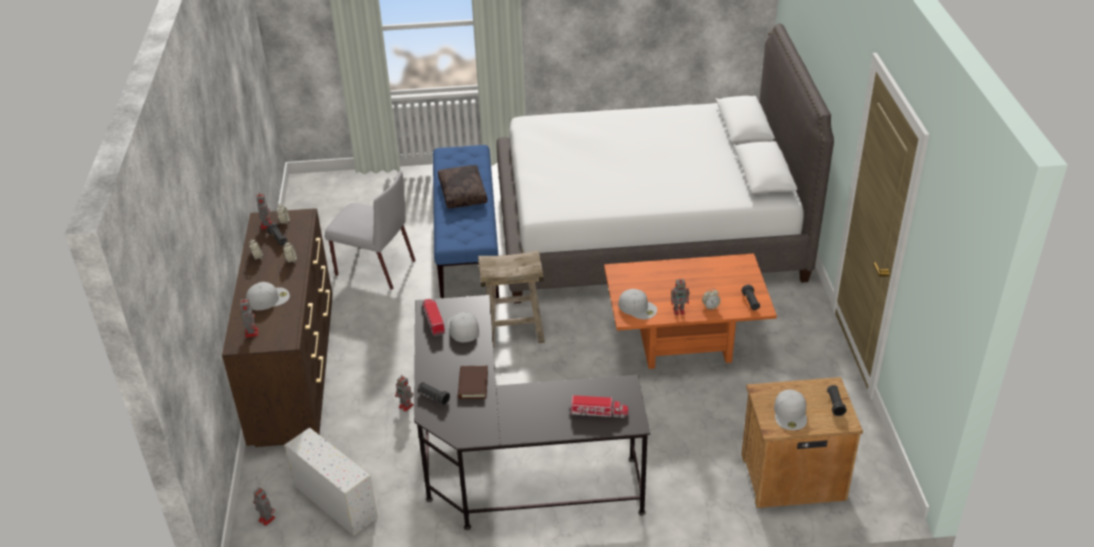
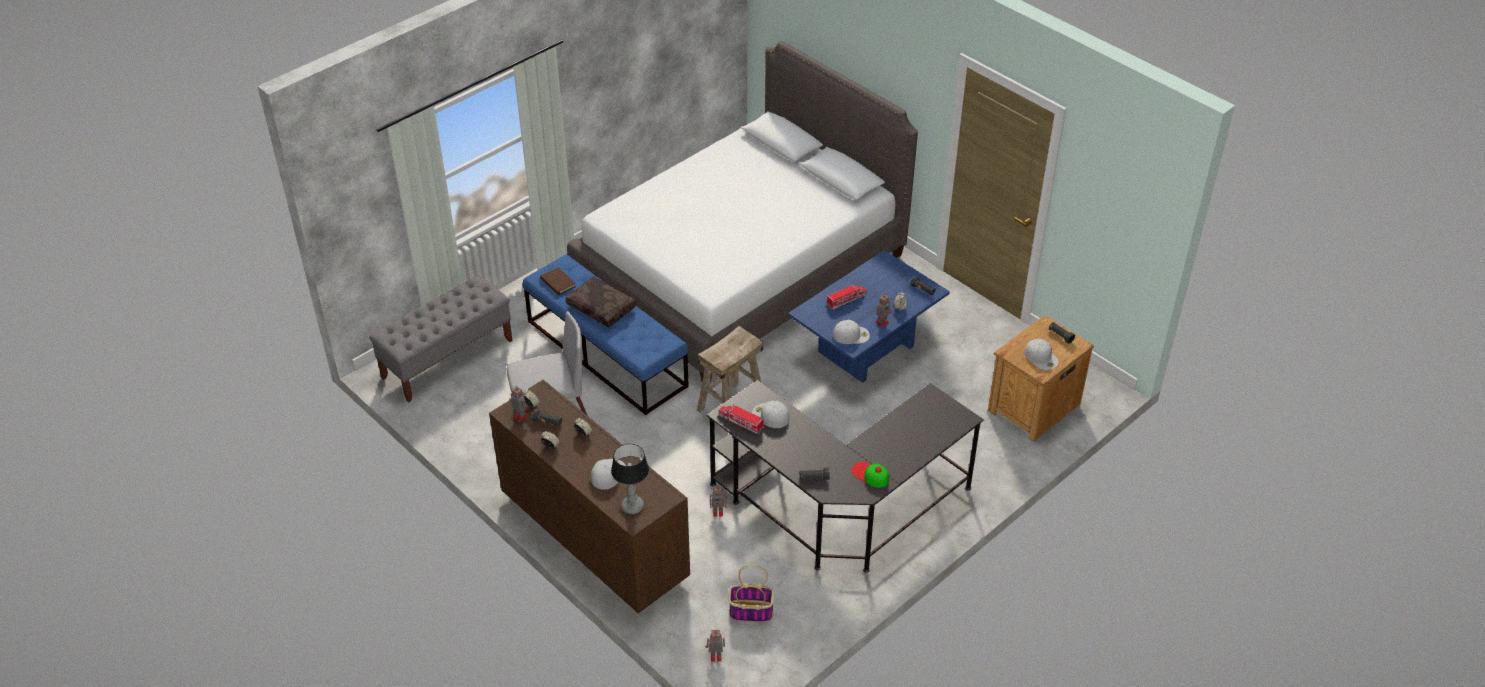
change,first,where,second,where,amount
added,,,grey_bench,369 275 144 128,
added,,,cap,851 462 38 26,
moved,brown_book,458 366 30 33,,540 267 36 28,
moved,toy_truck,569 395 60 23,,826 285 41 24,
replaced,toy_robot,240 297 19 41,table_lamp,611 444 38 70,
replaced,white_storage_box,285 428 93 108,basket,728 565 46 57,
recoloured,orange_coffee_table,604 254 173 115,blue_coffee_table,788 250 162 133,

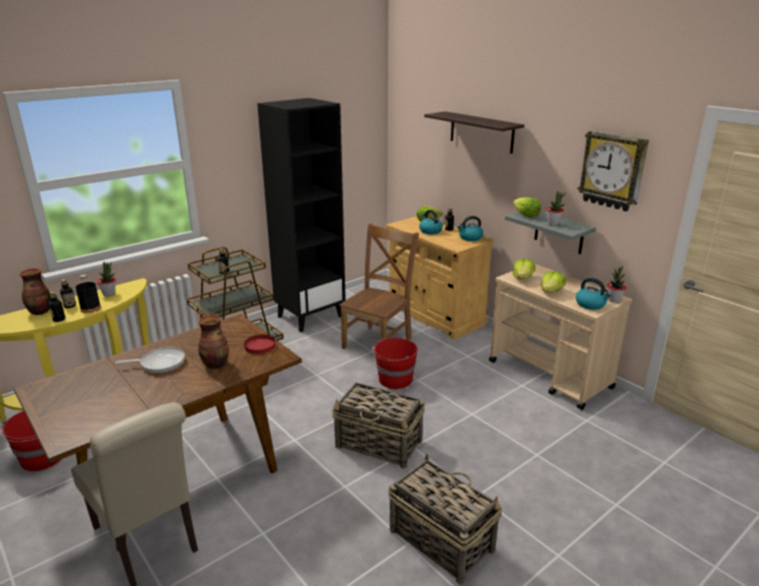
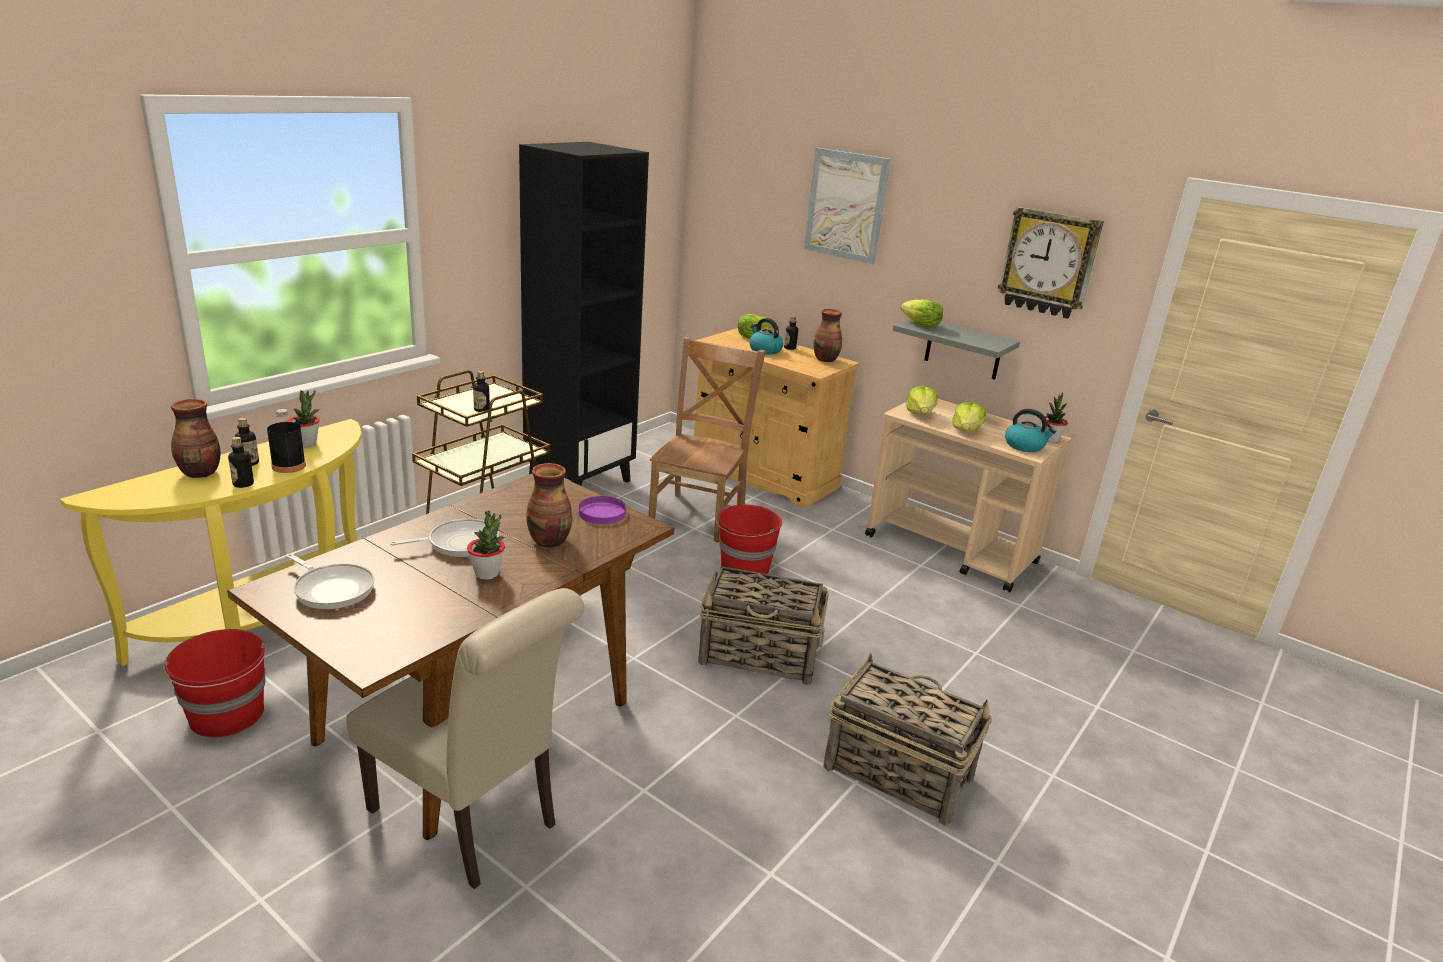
change,first,where,second,where,amount
added,,,frying_pan,286 553 89 57,
moved,potted_plant,546 191 20 34,,467 510 38 70,
replaced,shelf,424 111 100 43,picture,804 148 87 116,
replaced,kettle,457 216 26 25,vase,814 309 28 53,
recoloured,red_plate,244 335 32 19,purple_plate,579 496 47 28,

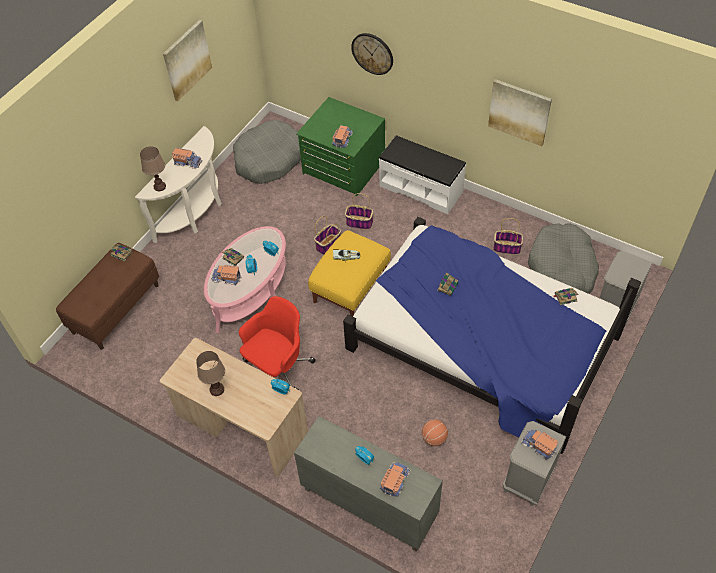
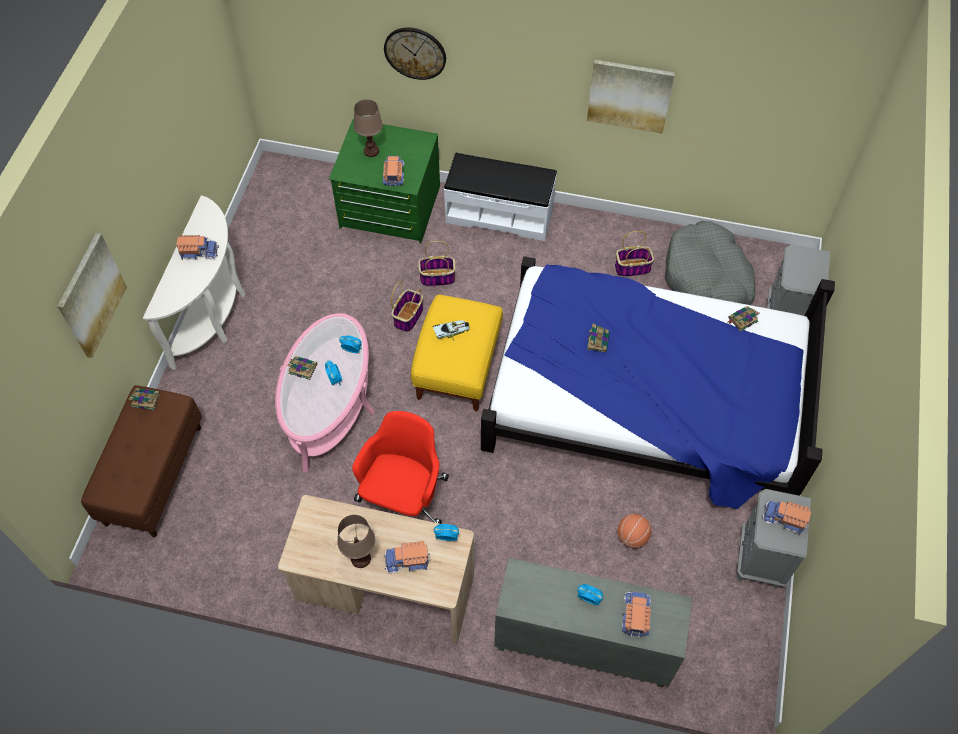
change,first,where,second,where,amount
removed,grey_dog_bed,233 120 68 64,,,
moved,brown_table_lamp,140 147 26 44,,353 100 30 57,
moved,picture,163 20 49 81,,57 233 70 125,
moved,toy_truck,211 265 31 20,,384 541 46 32,

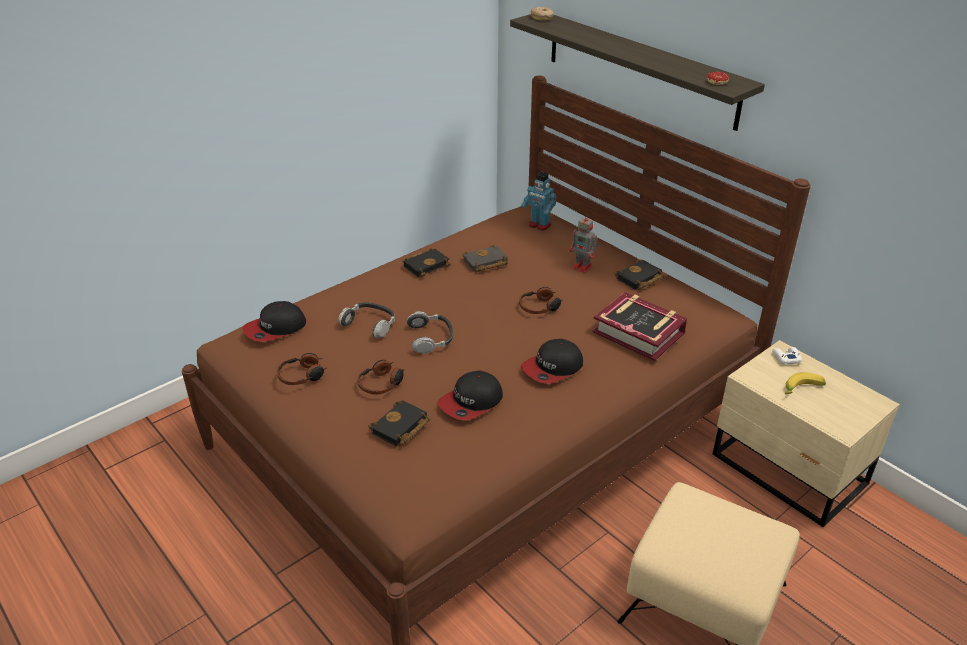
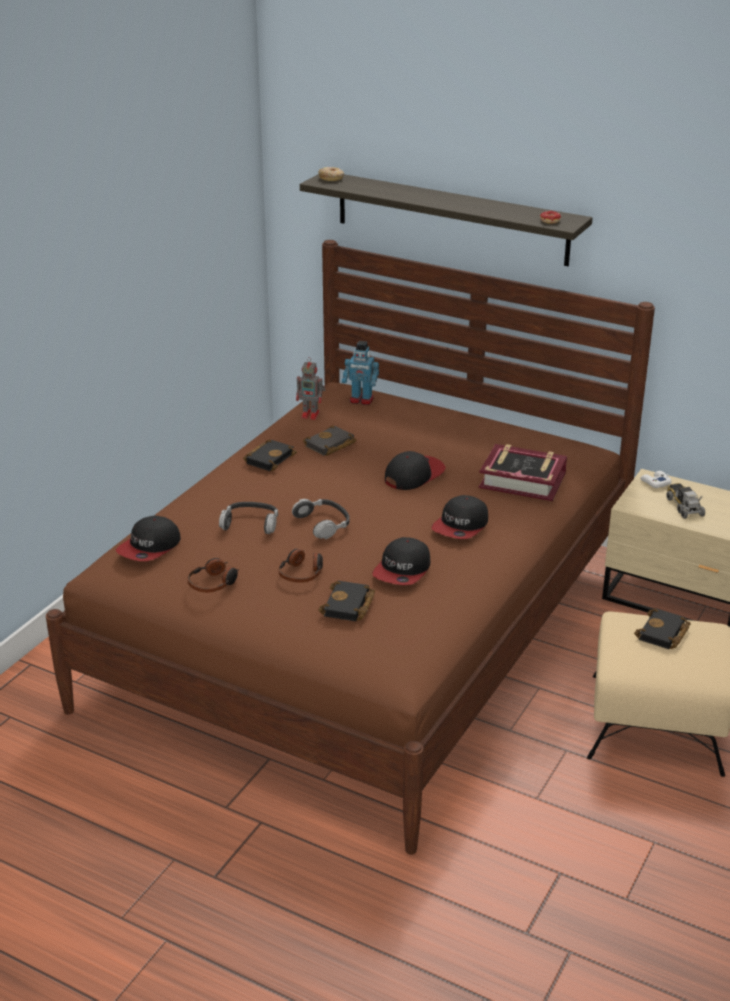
change,first,where,second,where,amount
moved,toy_robot,570 213 29 60,,296 357 30 63,
moved,black_book,614 260 50 30,,634 608 57 41,
replaced,headphones,519 287 44 27,cap,385 451 61 39,
replaced,banana,784 372 42 22,toy_truck,667 483 38 36,

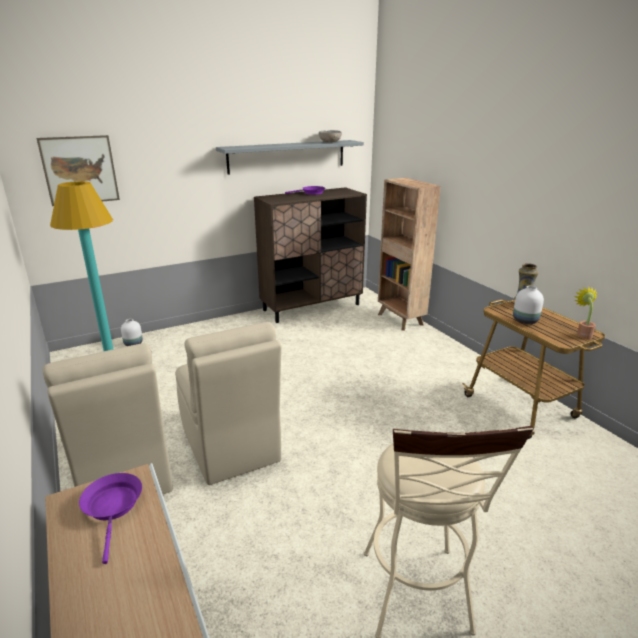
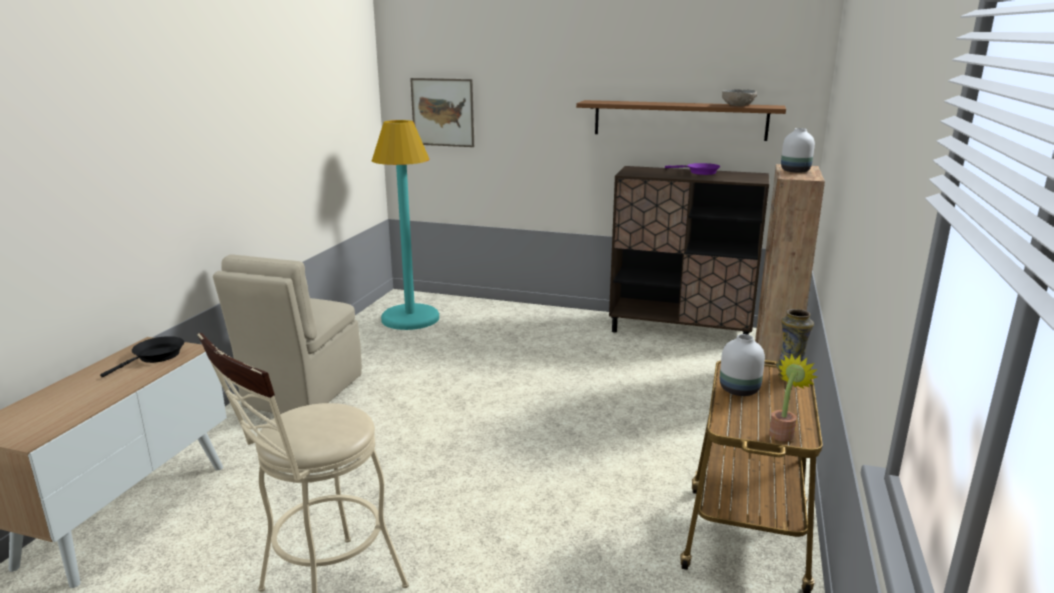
change,first,where,second,where,amount
removed,beige_chair,175 322 106 163,,,
moved,white_vase,121 319 22 27,,781 128 34 45,
recoloured,purple_frying_pan,79 473 63 91,black_frying_pan,100 336 84 41,
recoloured,grey_shelf,216 140 148 34,brown_shelf,576 100 210 41,

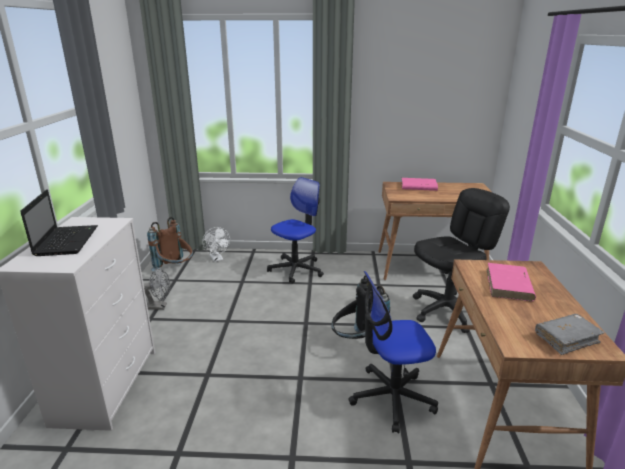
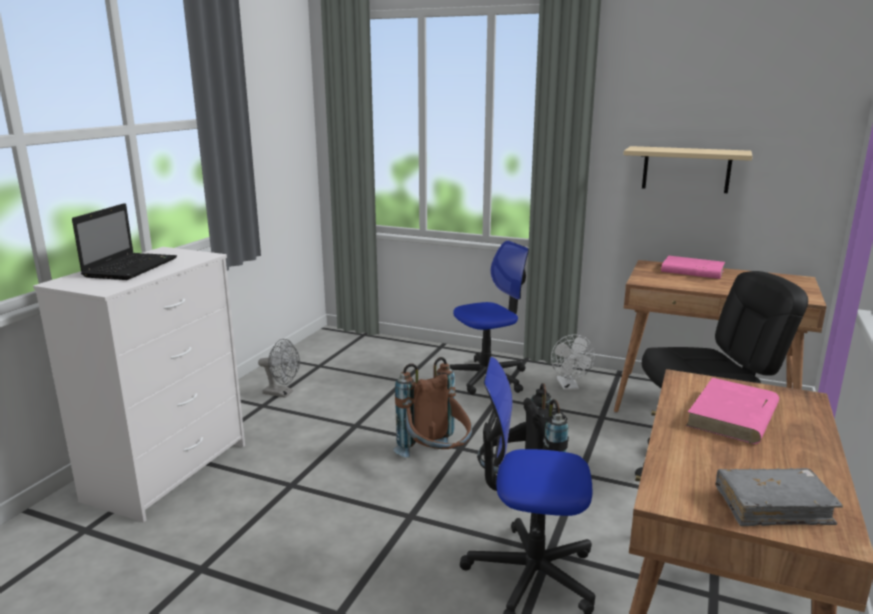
change,first,where,second,where,amount
added,,,beige_shelf,623 146 129 47,
moved,brown_backpack,147 217 46 54,,393 357 79 101,
moved,white_fan,202 227 28 35,,551 334 44 56,

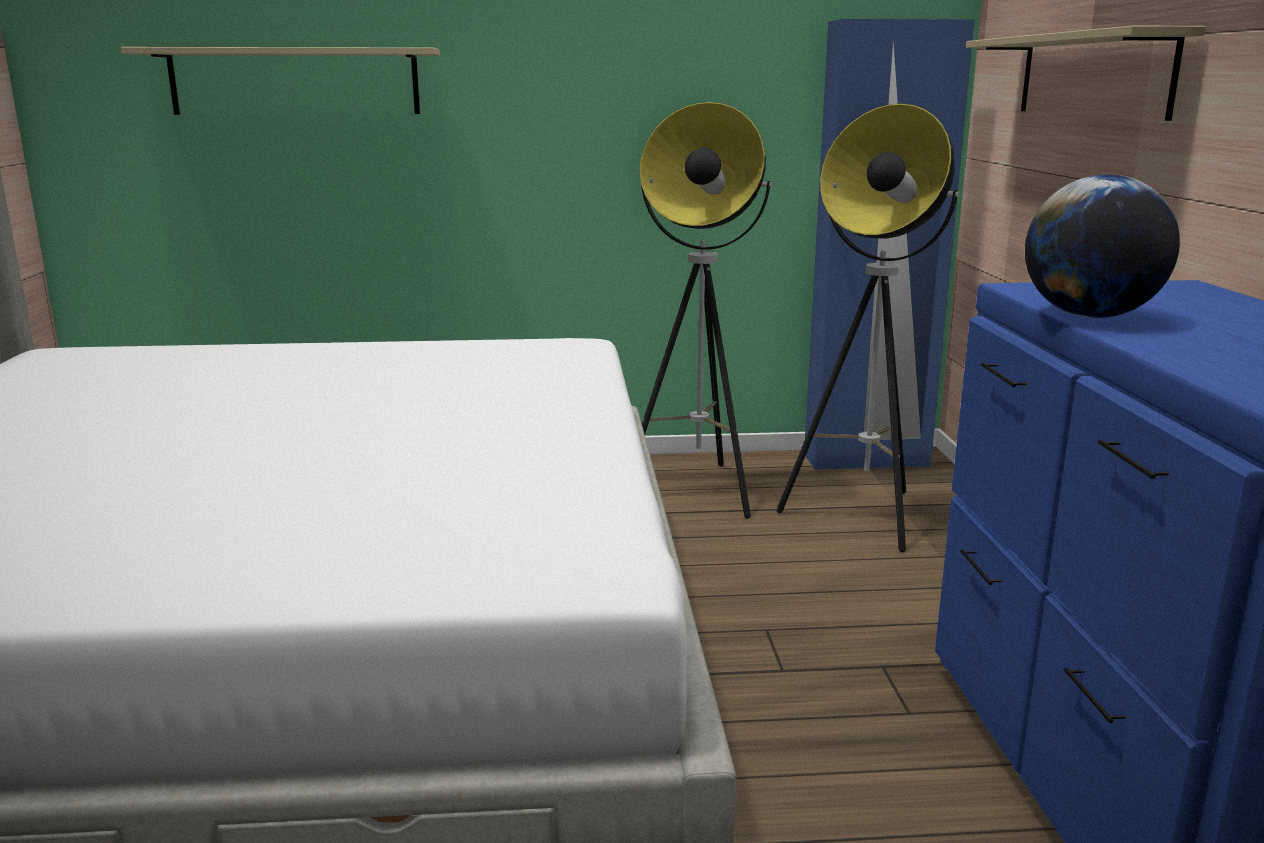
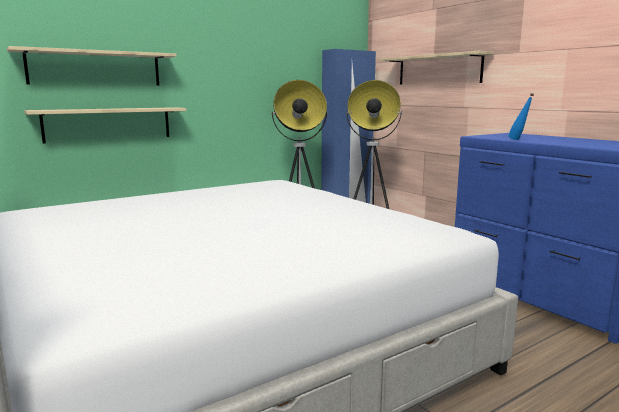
change,first,where,second,where,amount
added,,,beige_shelf,24 107 162 36,
replaced,globe,1025 174 155 144,blue_bottle,508 93 26 47,

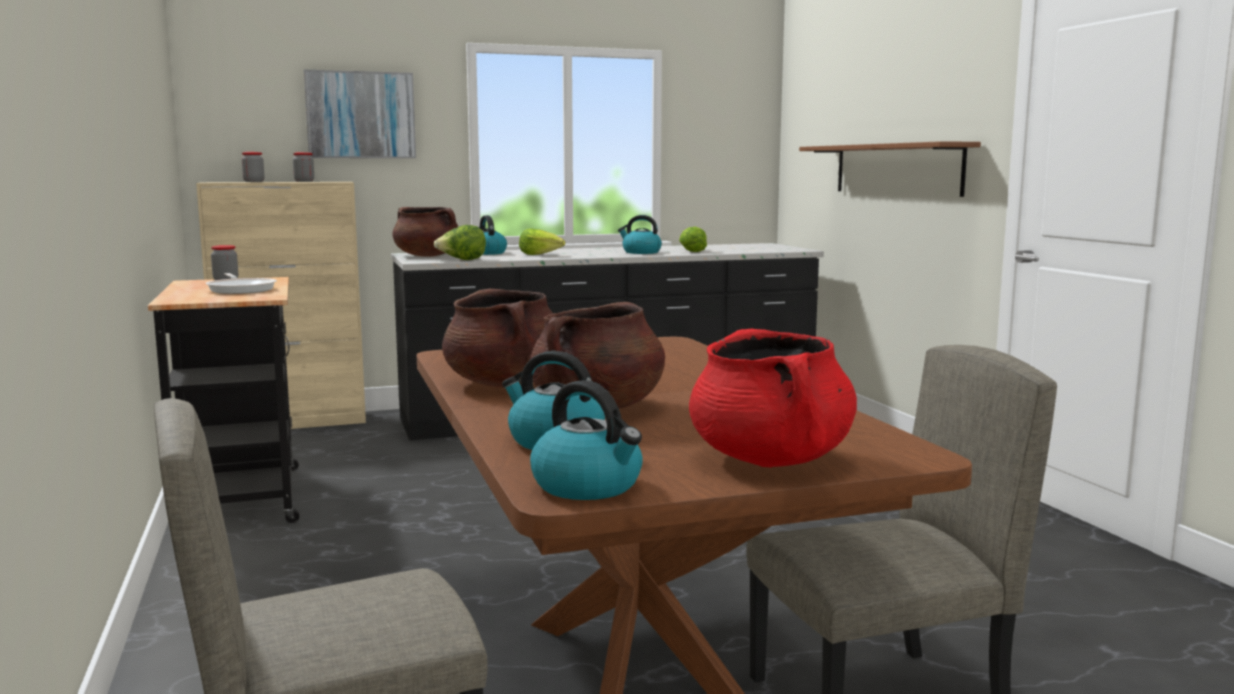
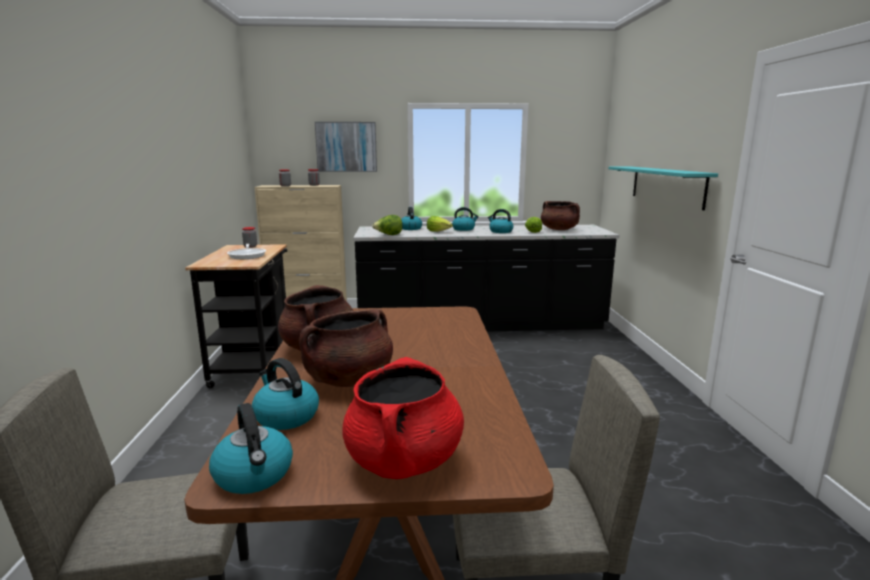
change,first,where,second,where,amount
added,,,kettle,452 207 27 24,
moved,brown_cooking_pot,392 207 66 50,,541 201 39 29,
recoloured,brown_shelf,799 141 182 56,turquoise_shelf,609 167 109 43,

